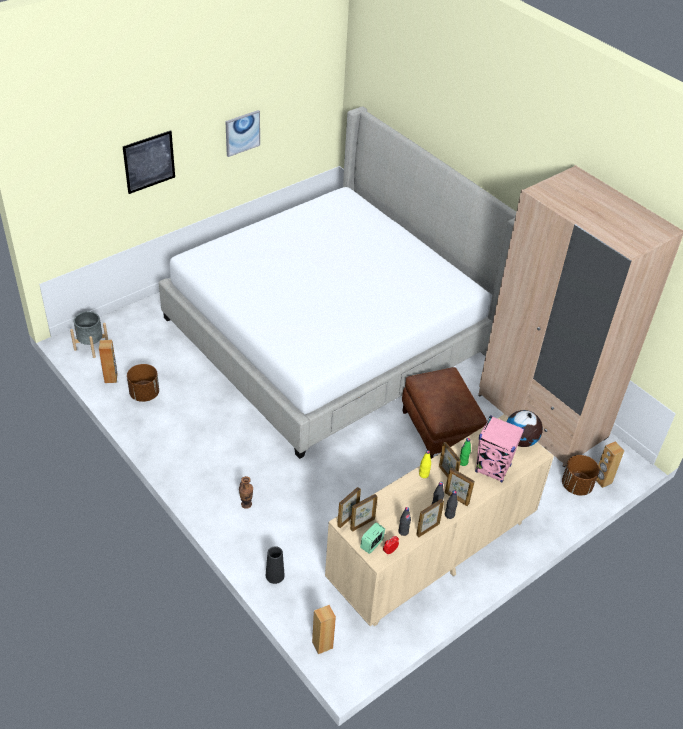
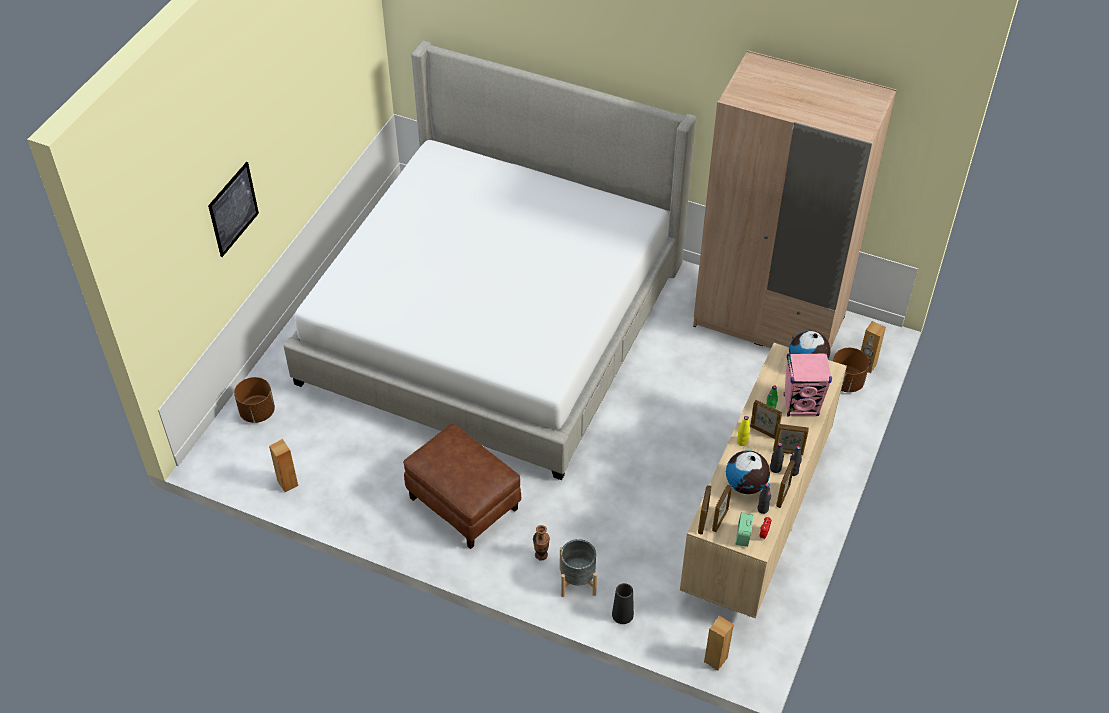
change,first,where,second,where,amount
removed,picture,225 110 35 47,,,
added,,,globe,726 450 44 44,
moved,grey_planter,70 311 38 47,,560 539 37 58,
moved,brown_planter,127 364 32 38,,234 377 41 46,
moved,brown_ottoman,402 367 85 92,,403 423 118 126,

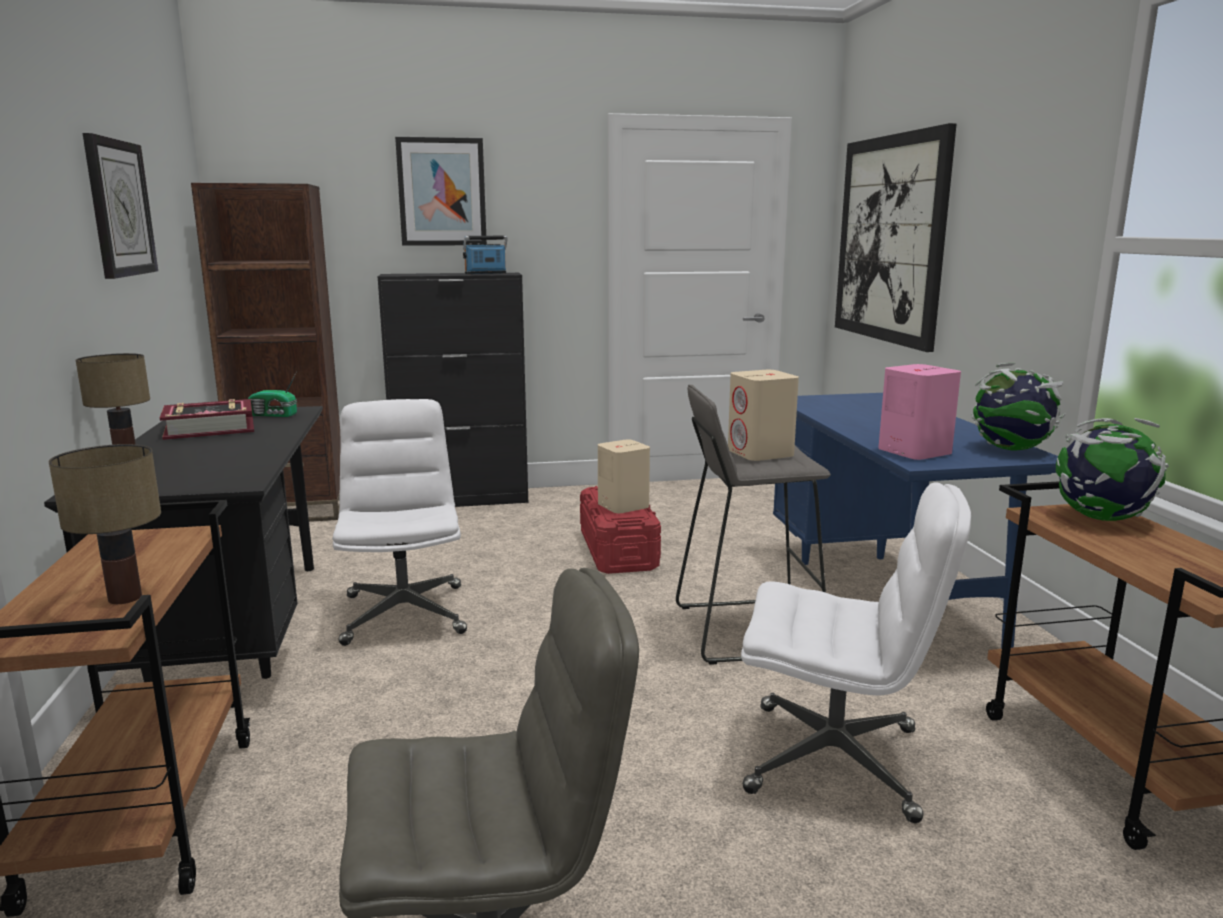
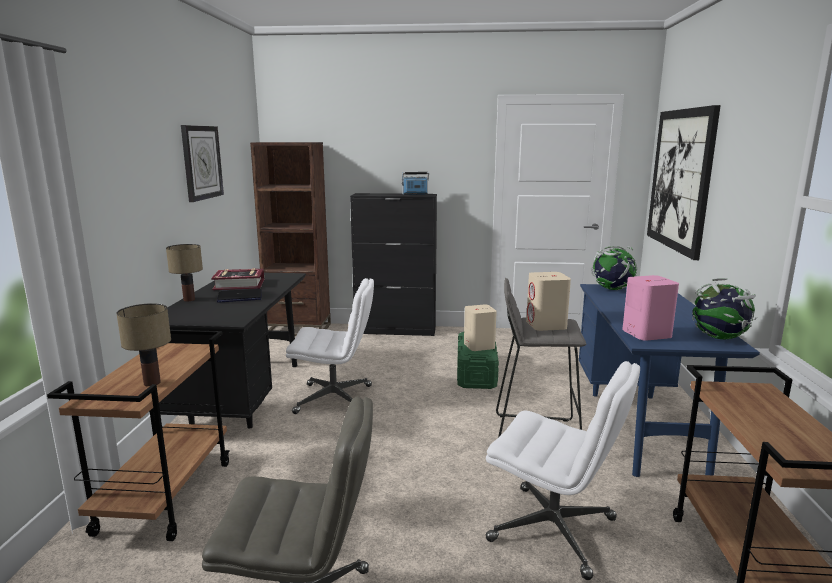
change,first,where,second,where,amount
removed,radio,248 371 49 46,,,
removed,picture,395 137 92 109,,,
added,,,laptop,217 289 45 14,
moved,globe,1056 418 113 103,,591 246 46 44,
recoloured,red_storage_box,580 486 81 88,green_storage_box,457 332 42 57,
turned,white_office_chair,332 399 135 247,,286 278 88 136,90 degrees clockwise

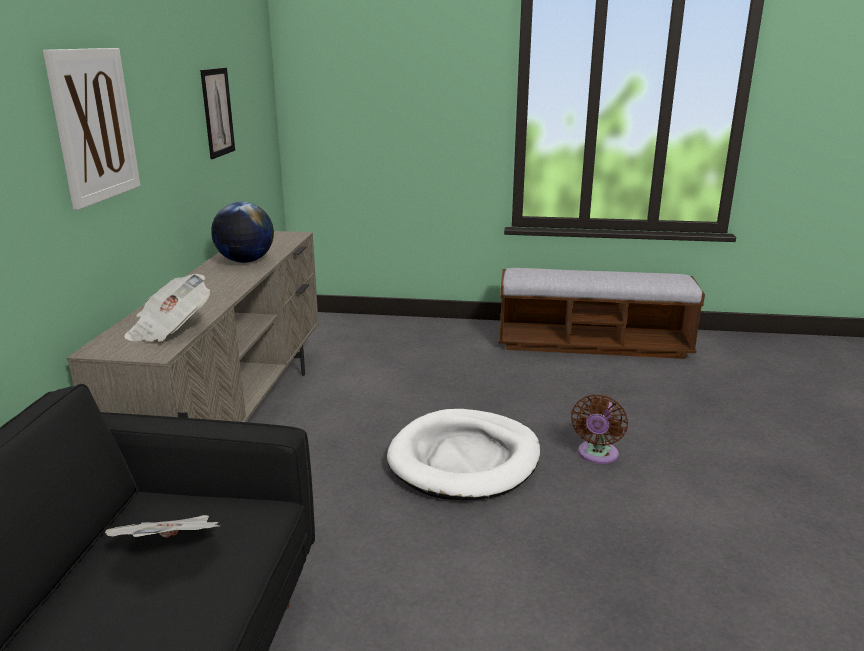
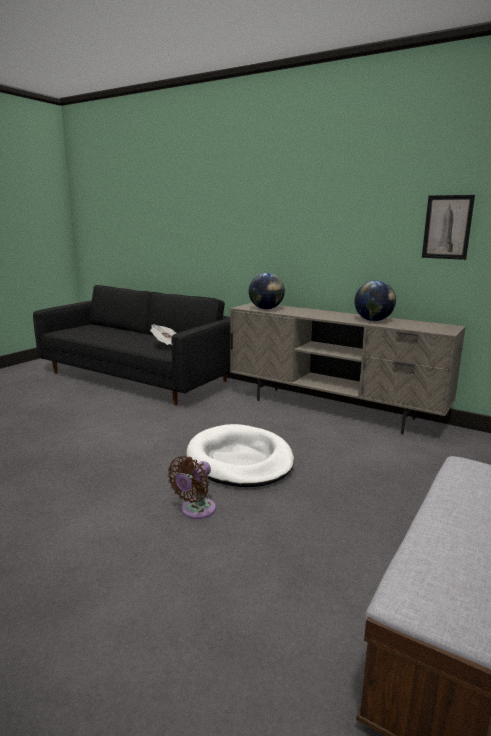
change,first,where,second,where,amount
removed,picture,43 48 97 162,,,
replaced,newspaper,124 274 86 68,globe,249 273 36 37,
turned,brown_fan,571 394 57 70,,168 456 48 63,105 degrees counterclockwise

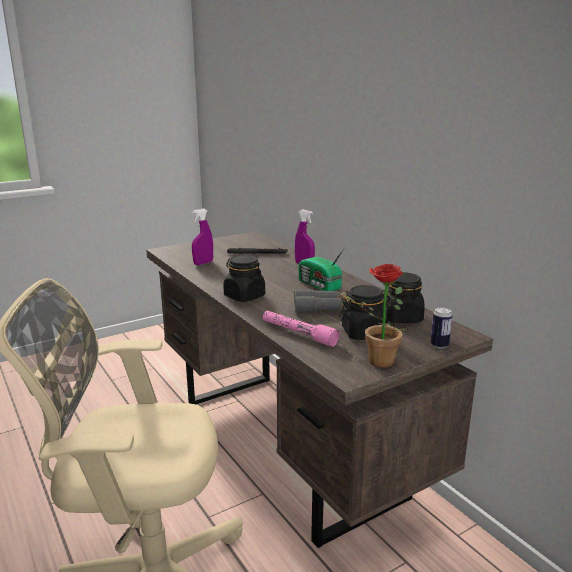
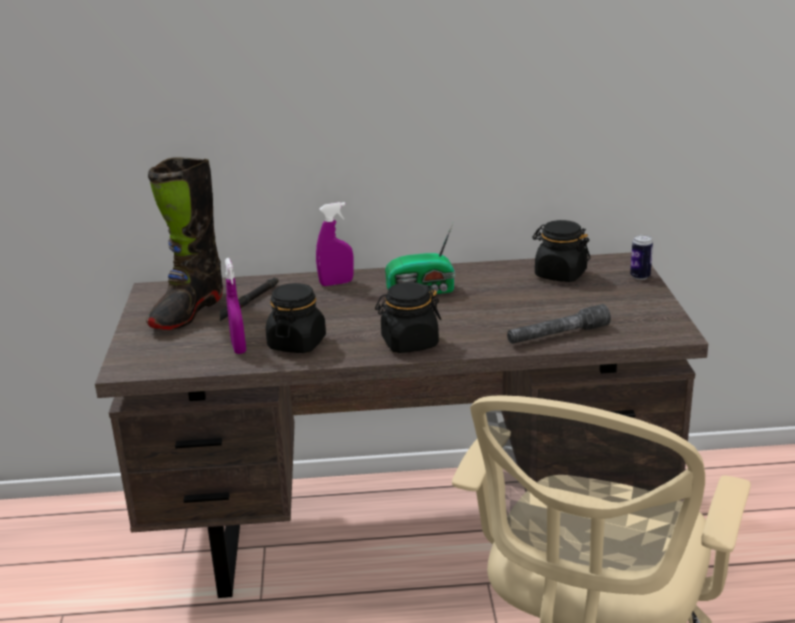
change,first,where,second,where,amount
removed,grey_binoculars,294 289 55 24,,,
removed,potted_plant,342 264 66 104,,,
added,,,black_boot,146 157 77 173,
moved,black_jar,339 285 53 55,,266 283 60 70,
recoloured,pink_flashlight,263 311 77 36,grey_flashlight,507 304 104 40,

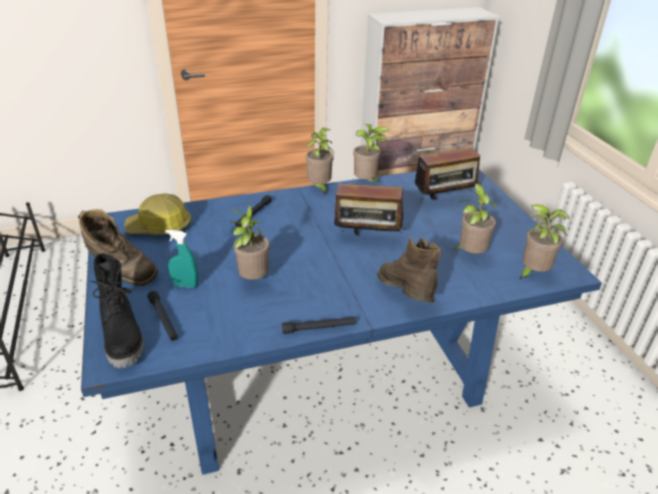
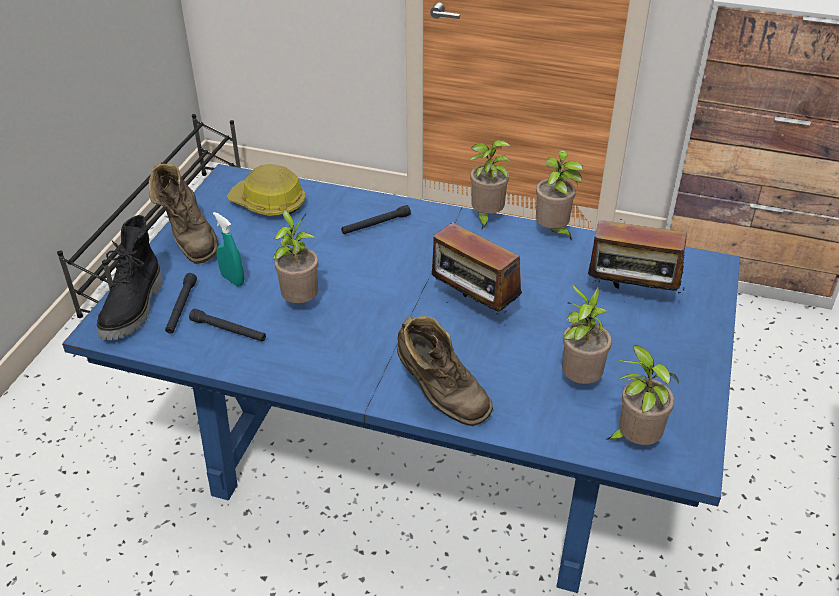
change,first,where,second,where,amount
moved,black_flashlight,282 317 74 17,,189 309 77 33,
turned,brown_boot,377 237 65 65,,397 316 96 110,120 degrees clockwise

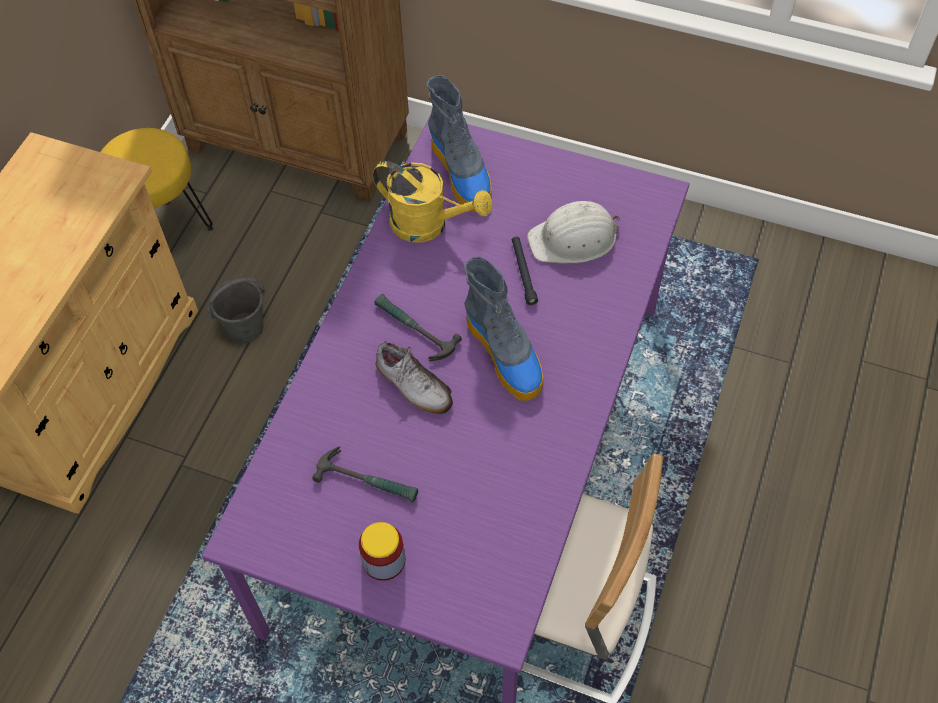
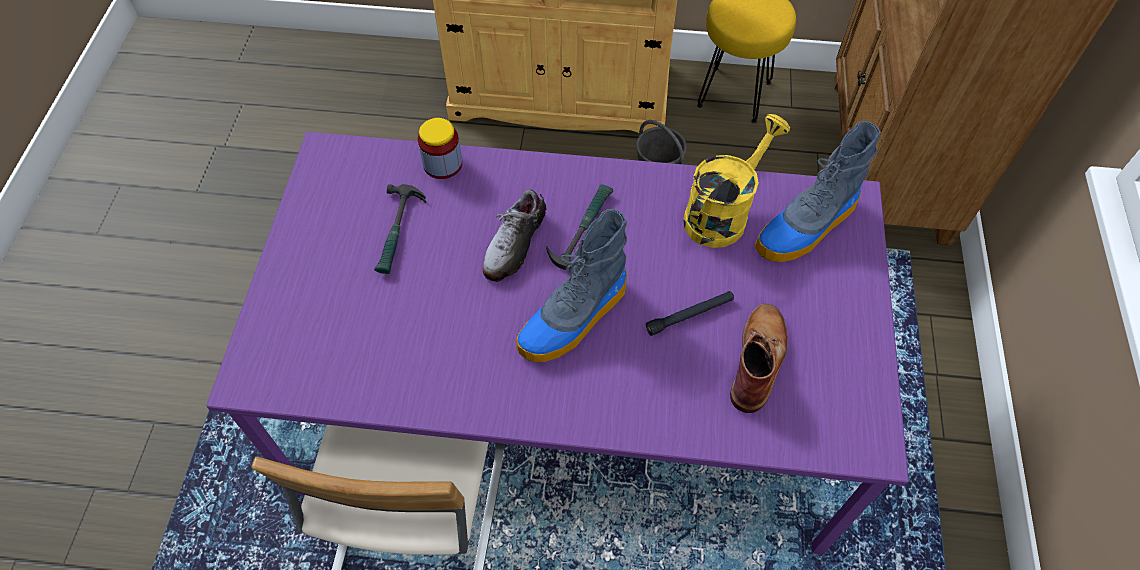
change,first,where,second,where,amount
moved,jar,359 522 46 59,,418 118 44 61,
replaced,white_hard_hat,527 201 93 63,brown_boot,730 304 58 109,
turned,yellow_watering_can,373 161 120 82,,683 114 107 134,150 degrees counterclockwise

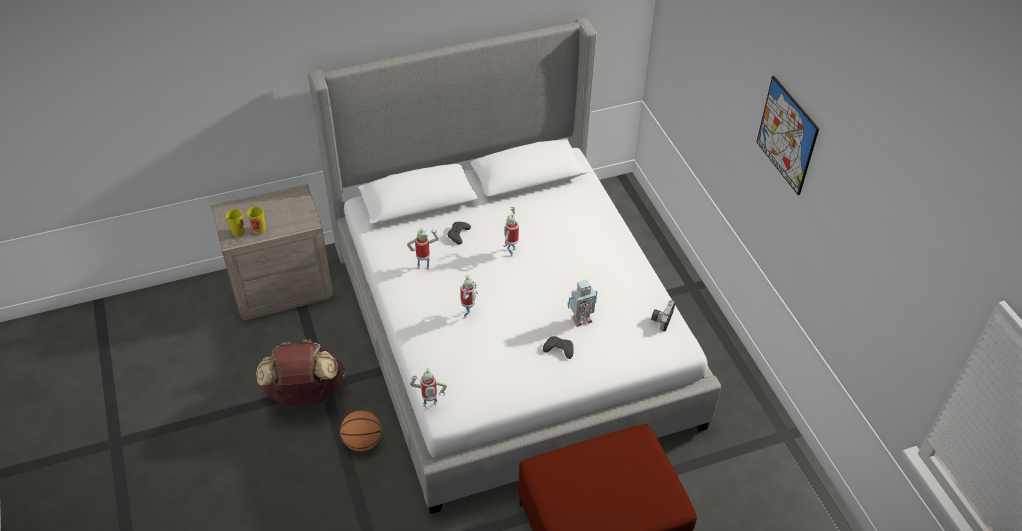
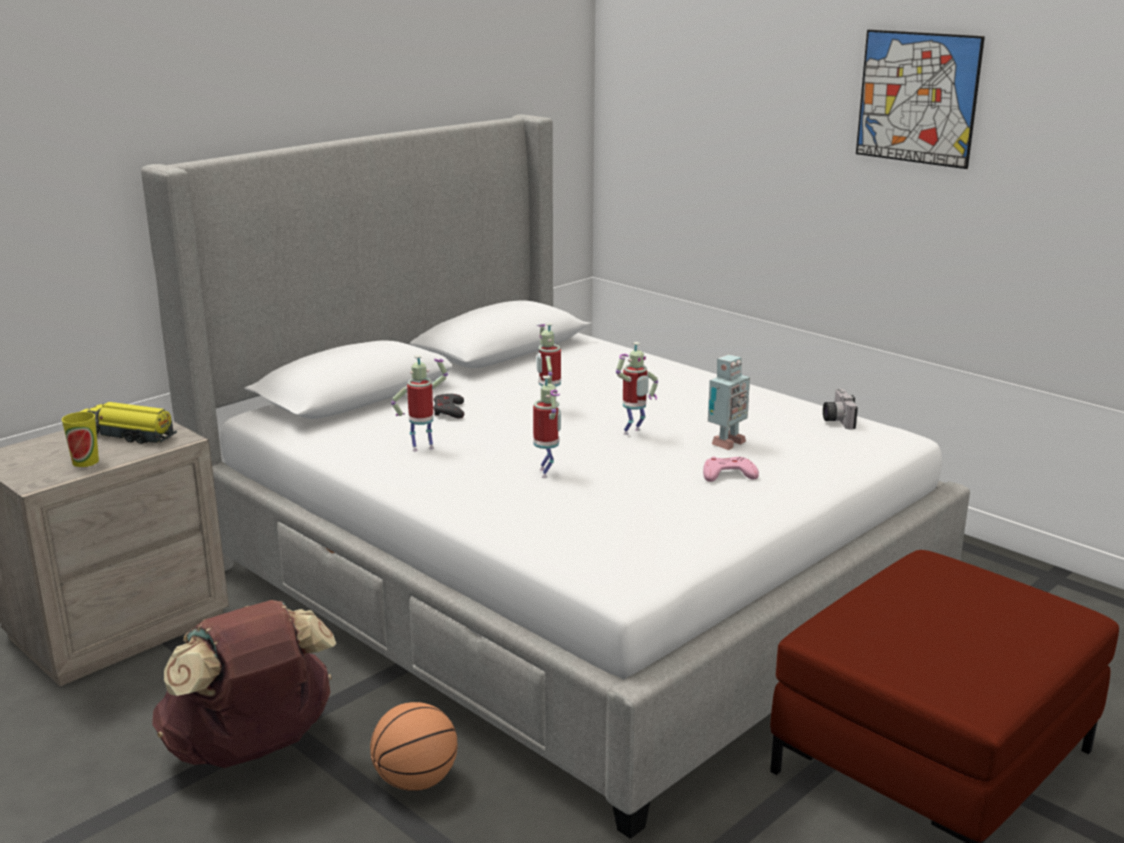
change,first,where,second,where,amount
removed,cup,226 209 19 28,,,
added,,,toy_truck,80 402 97 42,
moved,toy_robot,410 368 37 39,,616 342 42 93,
recoloured,grey_game_controller,543 336 31 23,pink_game_controller,703 457 56 25,

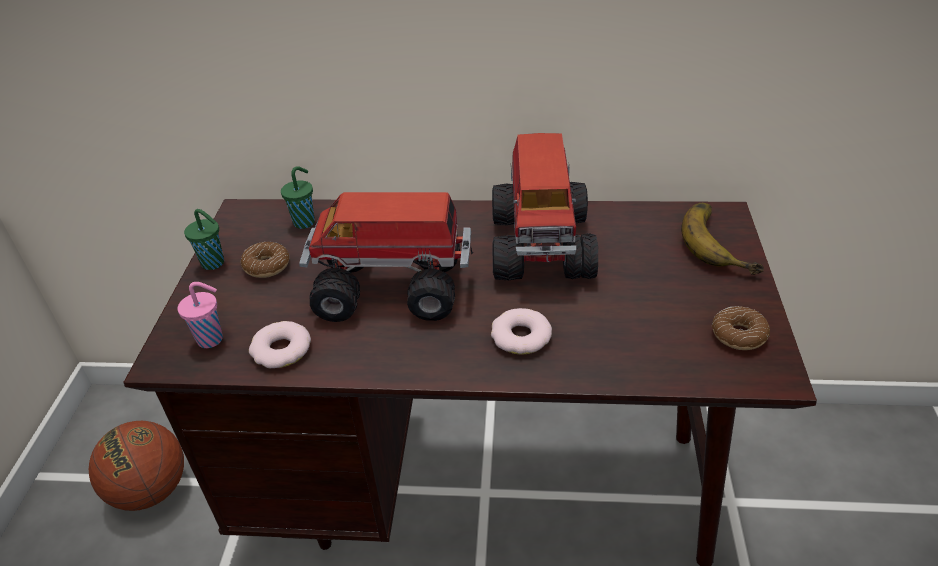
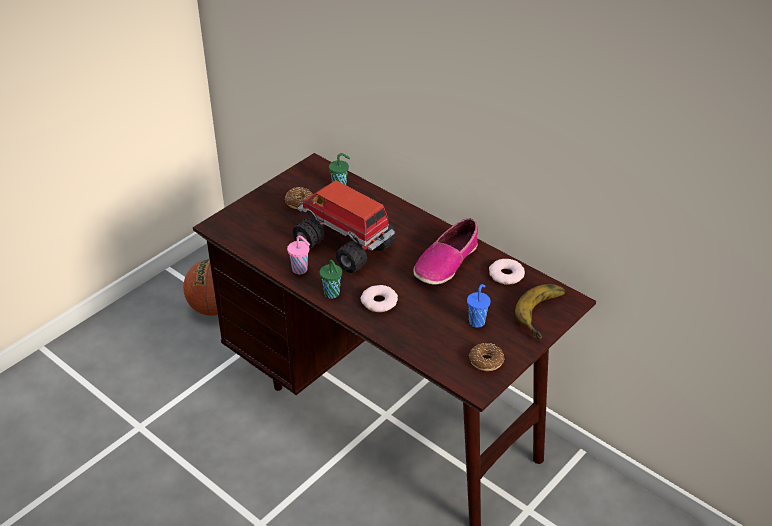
change,first,where,second,where,amount
added,,,blue_cup,467 284 23 44,
moved,pink_cup,177 282 46 66,,287 235 23 39,
moved,green_cup,184 209 40 61,,320 260 22 39,
moved,donut,249 321 62 47,,489 259 36 26,
replaced,toy_truck,492 133 106 148,shoe,413 218 65 66,

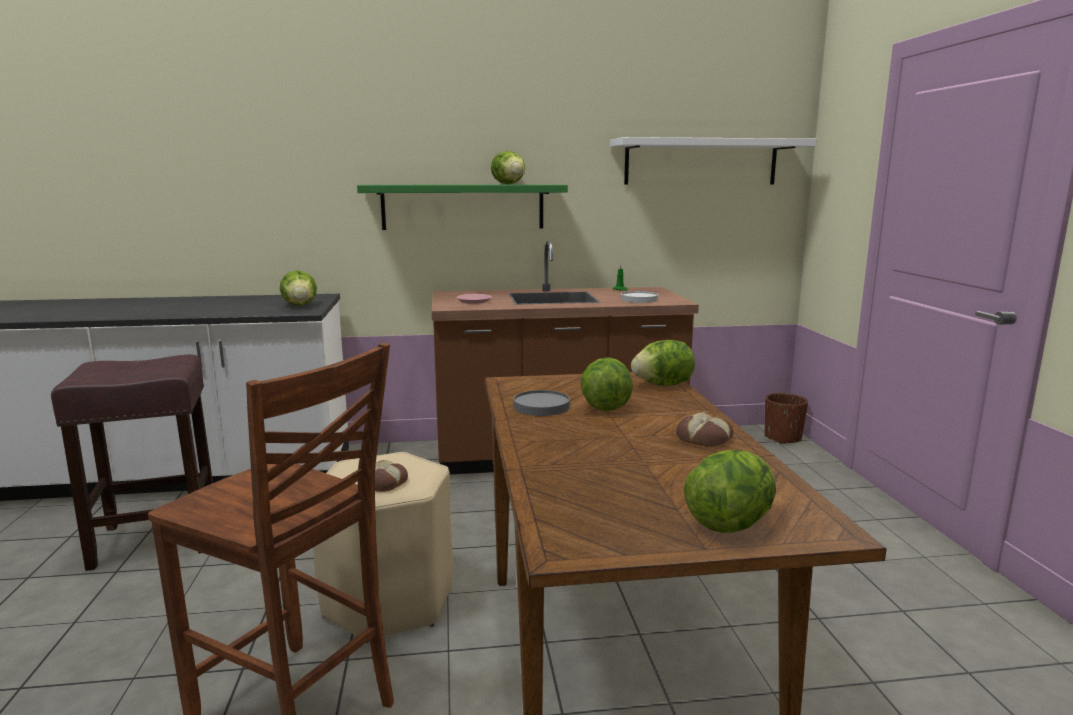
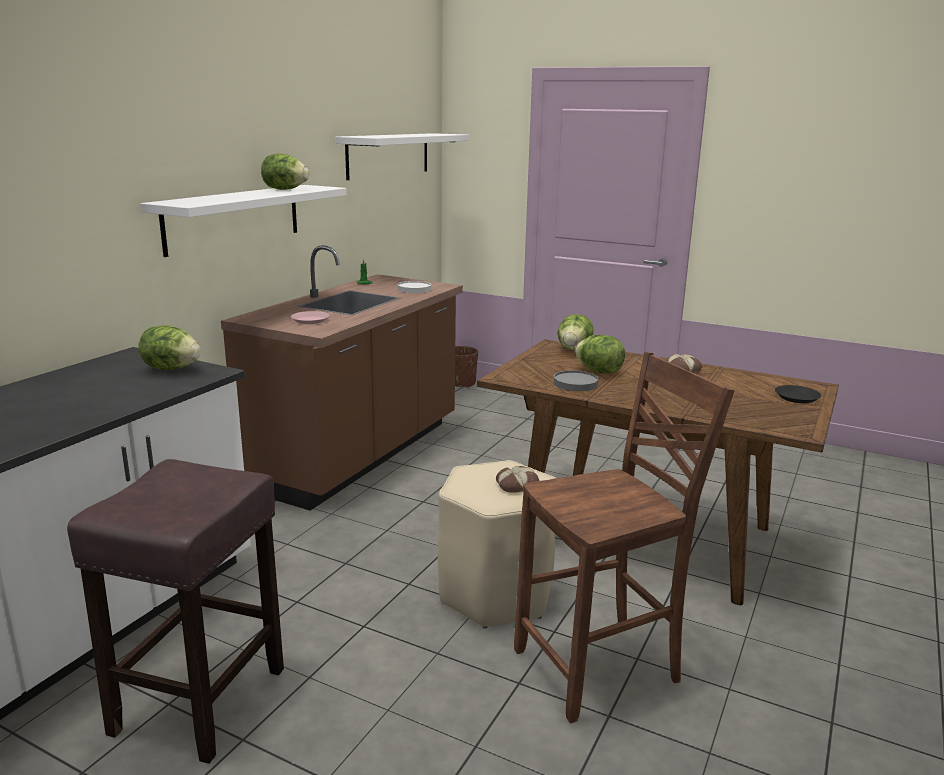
change,first,where,second,where,amount
replaced,lettuce,684 450 92 83,black_plate,775 385 46 18,
recoloured,green_shelf,357 184 211 46,white_shelf,140 185 207 72,

